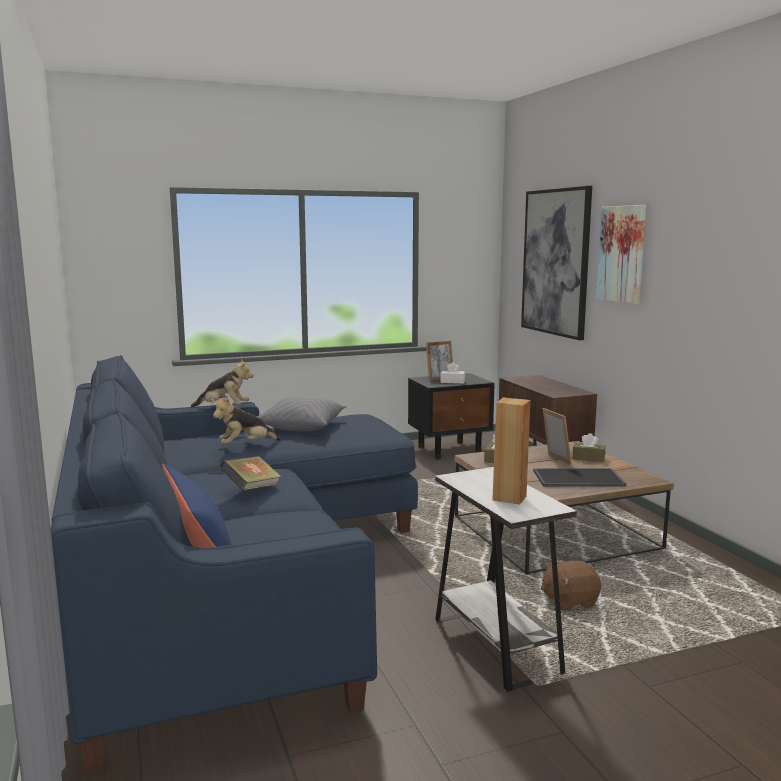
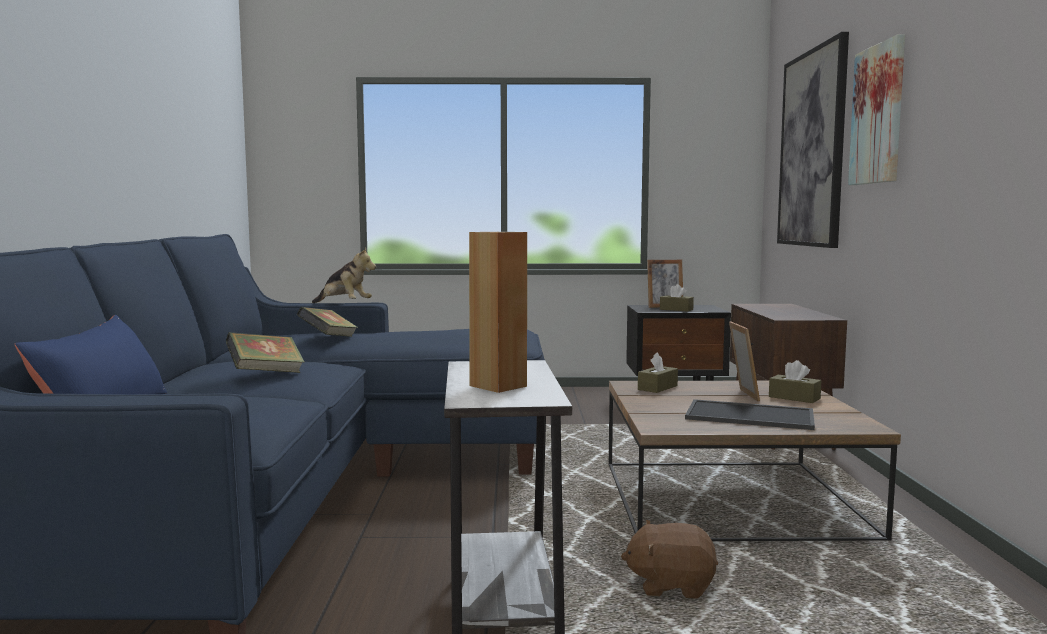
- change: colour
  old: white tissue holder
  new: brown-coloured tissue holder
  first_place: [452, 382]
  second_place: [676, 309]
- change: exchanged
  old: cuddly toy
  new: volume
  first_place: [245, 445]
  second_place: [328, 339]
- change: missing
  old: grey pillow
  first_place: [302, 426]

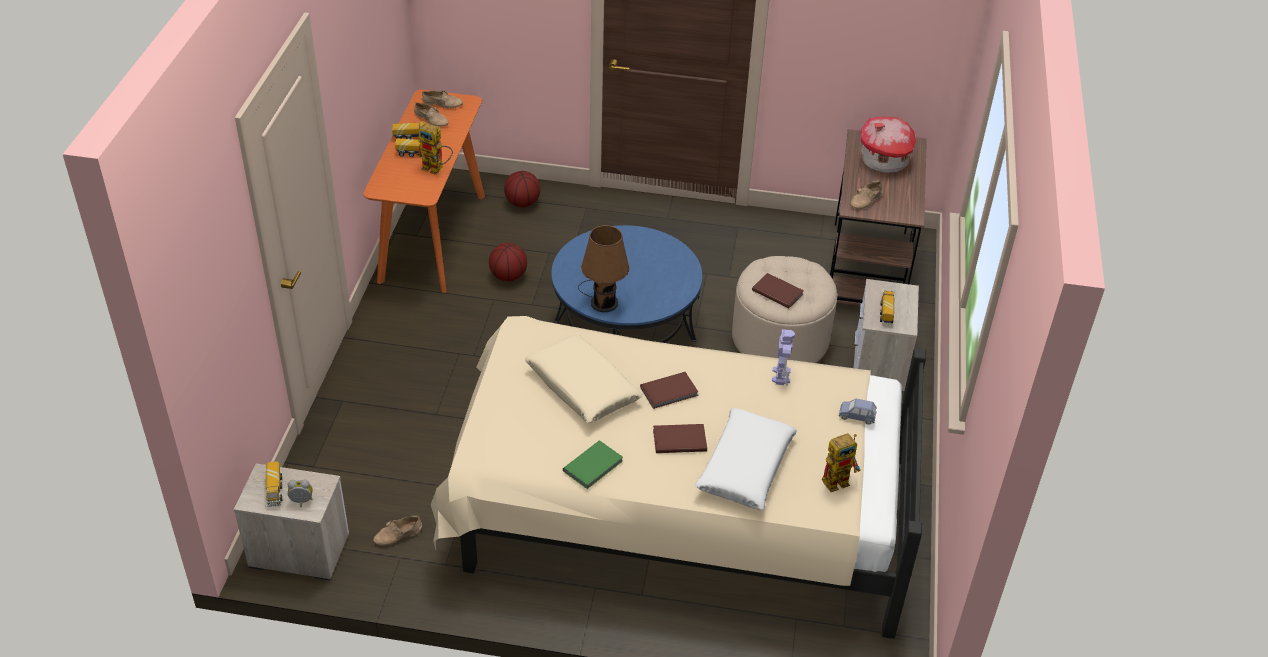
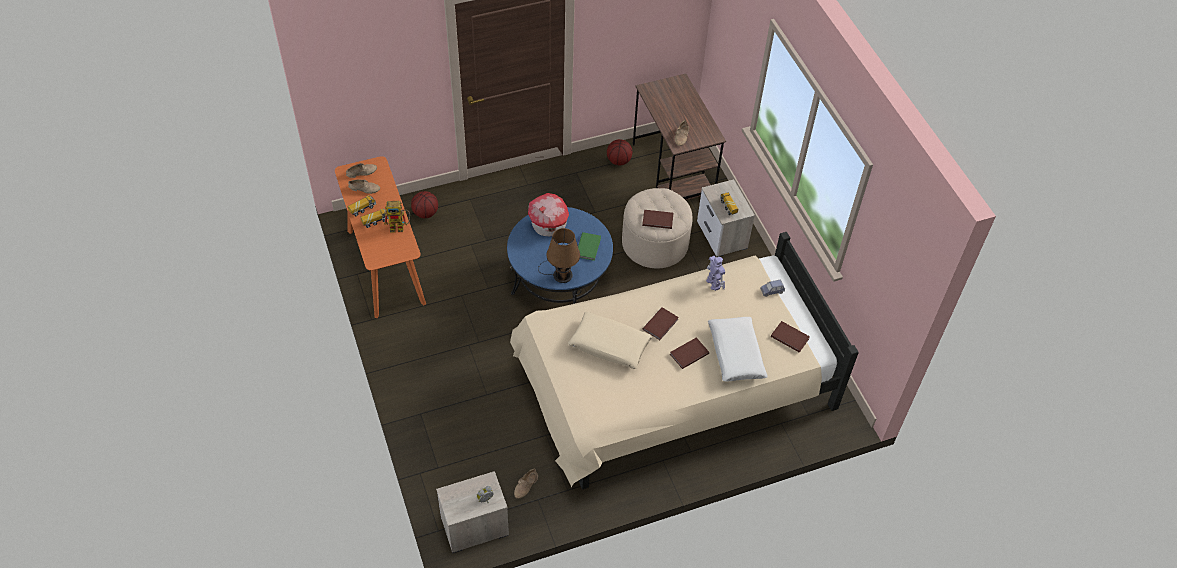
- change: relocated
  old: toy house
  first_place: [884, 162]
  second_place: [549, 225]
- change: relocated
  old: basketball ball
  first_place: [508, 276]
  second_place: [618, 161]
- change: exchanged
  old: toy robot
  new: brown-coloured volume
  first_place: [839, 480]
  second_place: [789, 337]
- change: relocated
  old: green volume
  first_place: [594, 466]
  second_place: [589, 247]
- change: missing
  old: toy truck
  first_place: [274, 491]

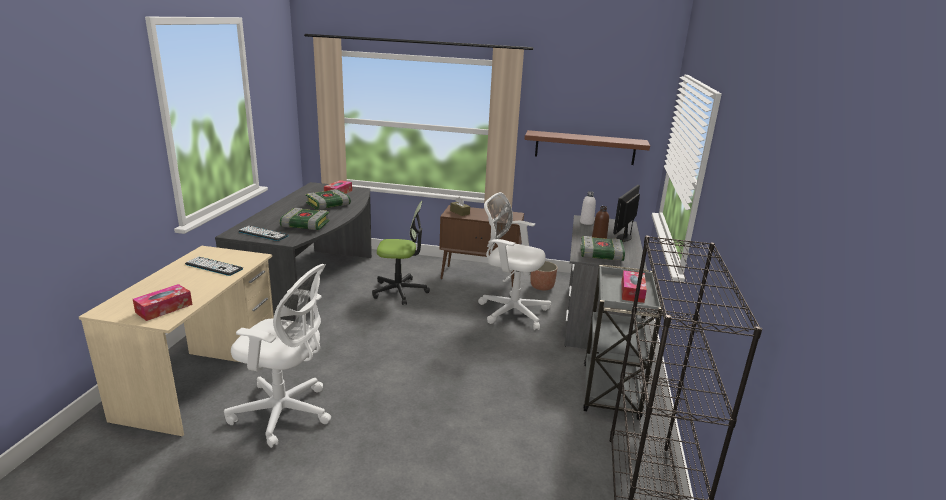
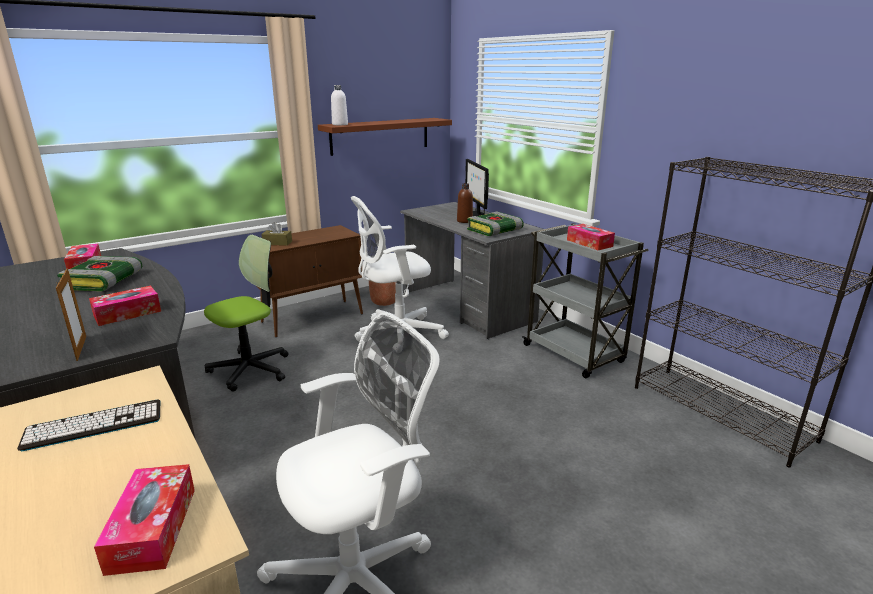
- change: relocated
  old: white bottle
  first_place: [586, 222]
  second_place: [340, 124]
- change: exchanged
  old: volume
  new: tissue holder
  first_place: [304, 225]
  second_place: [127, 313]
- change: exchanged
  old: computer keyboard
  new: standing frame
  first_place: [263, 234]
  second_place: [81, 348]

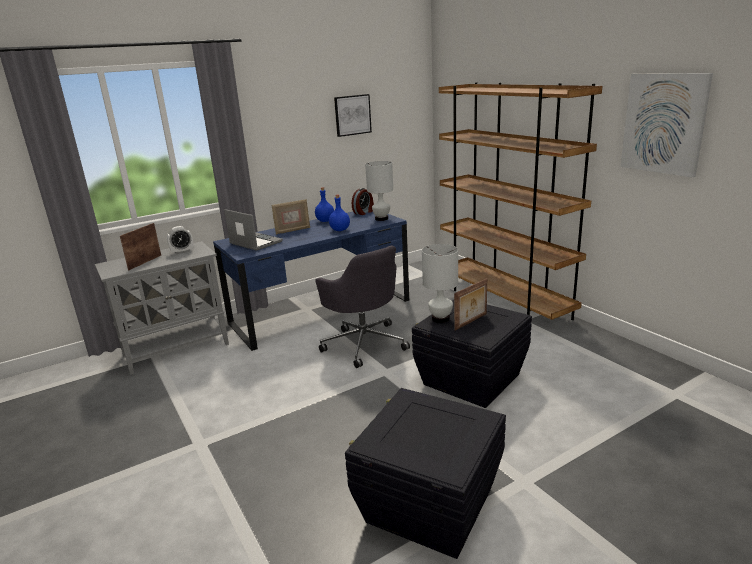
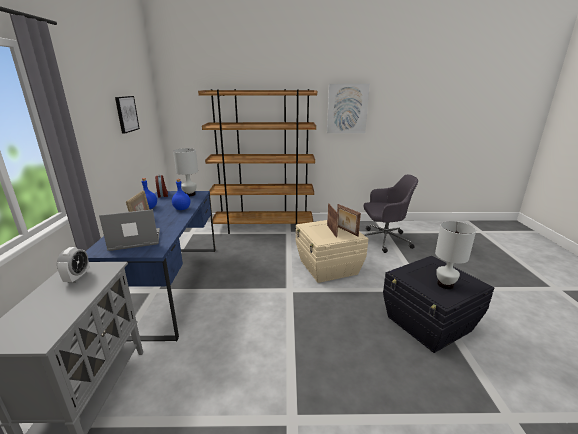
- change: relocated
  old: standing frame
  first_place: [144, 262]
  second_place: [346, 231]
- change: relocated
  old: white table lamp
  first_place: [441, 319]
  second_place: [445, 284]
- change: relocated
  old: grey computer chair
  first_place: [364, 343]
  second_place: [384, 240]
- change: colour
  old: blackish storage bin
  new: beige-coloured storage bin
  first_place: [470, 379]
  second_place: [328, 267]

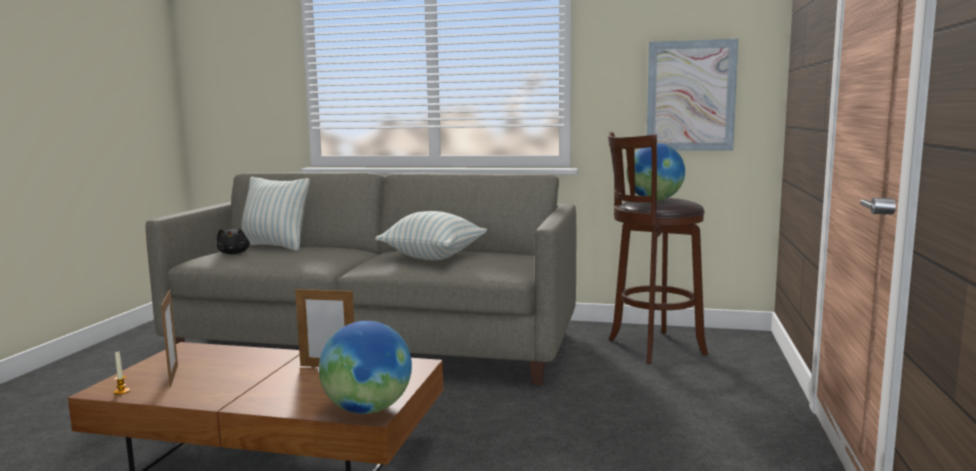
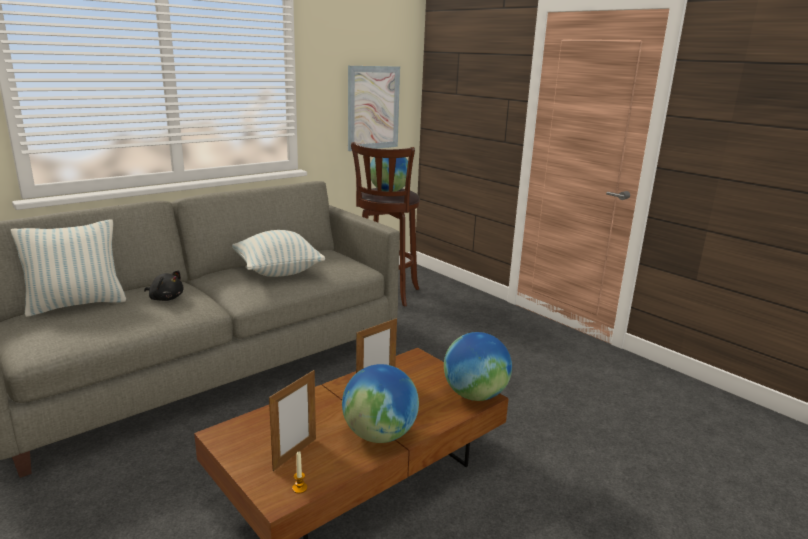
- change: relocated
  old: blackish cuddly toy
  first_place: [234, 253]
  second_place: [165, 298]
- change: spun
  old: standing frame
  first_place: [173, 375]
  second_place: [295, 454]
  degrees: 105
- change: appeared
  new: world globe
  second_place: [380, 435]

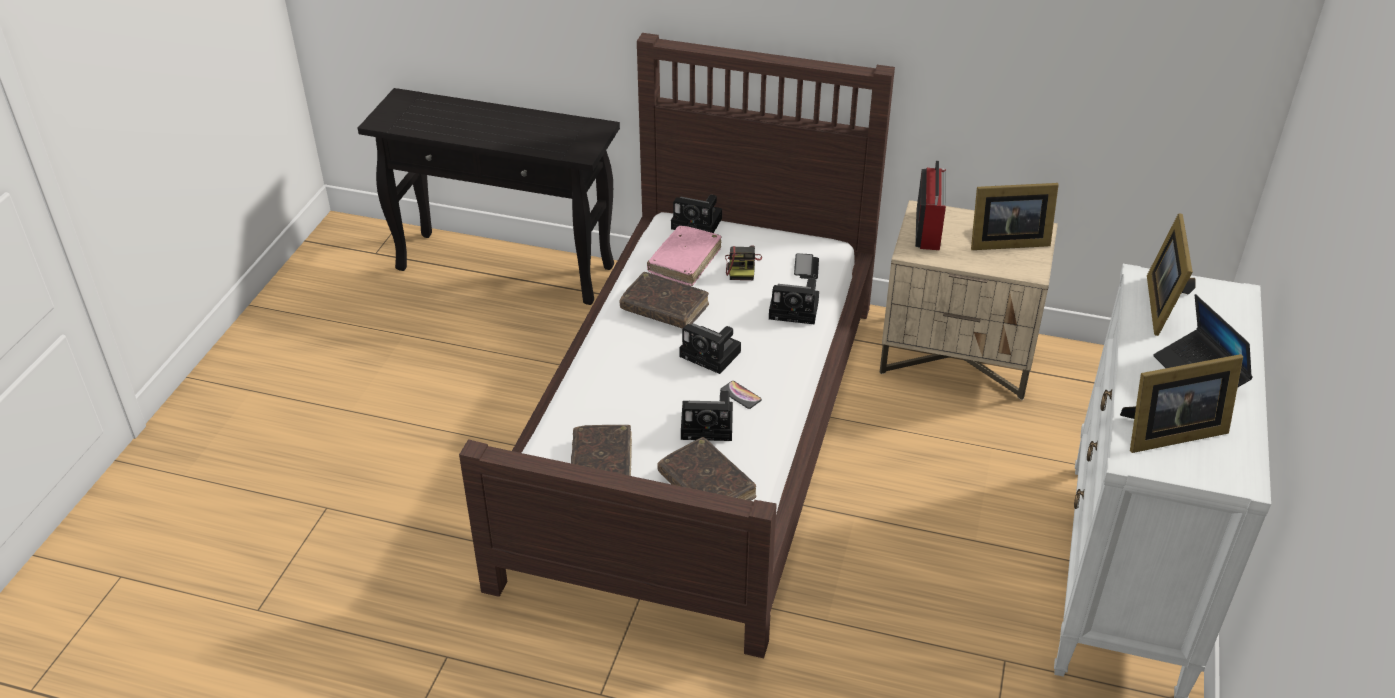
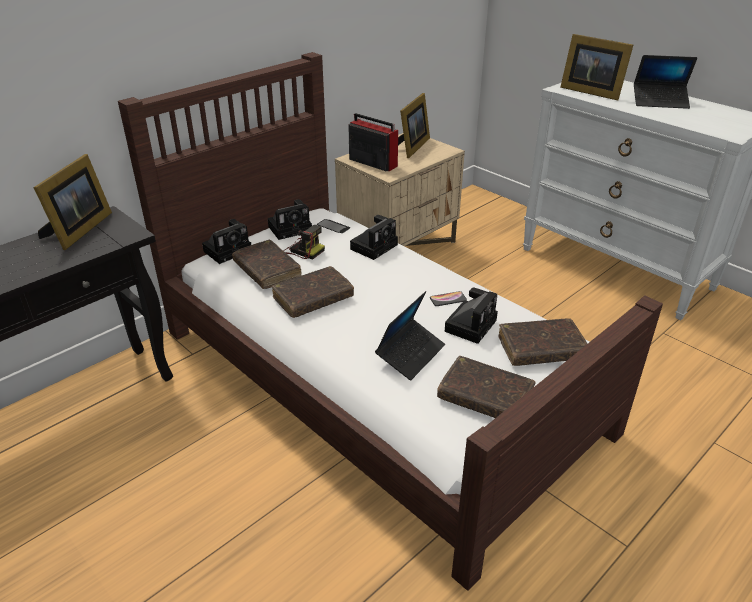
- change: colour
  old: pink-coloured volume
  new: brown-coloured volume
  first_place: [684, 262]
  second_place: [267, 271]
- change: relocated
  old: photo camera
  first_place: [712, 355]
  second_place: [291, 228]
- change: relocated
  old: standing frame
  first_place: [1168, 433]
  second_place: [78, 230]
- change: appeared
  new: portable computer
  second_place: [410, 354]

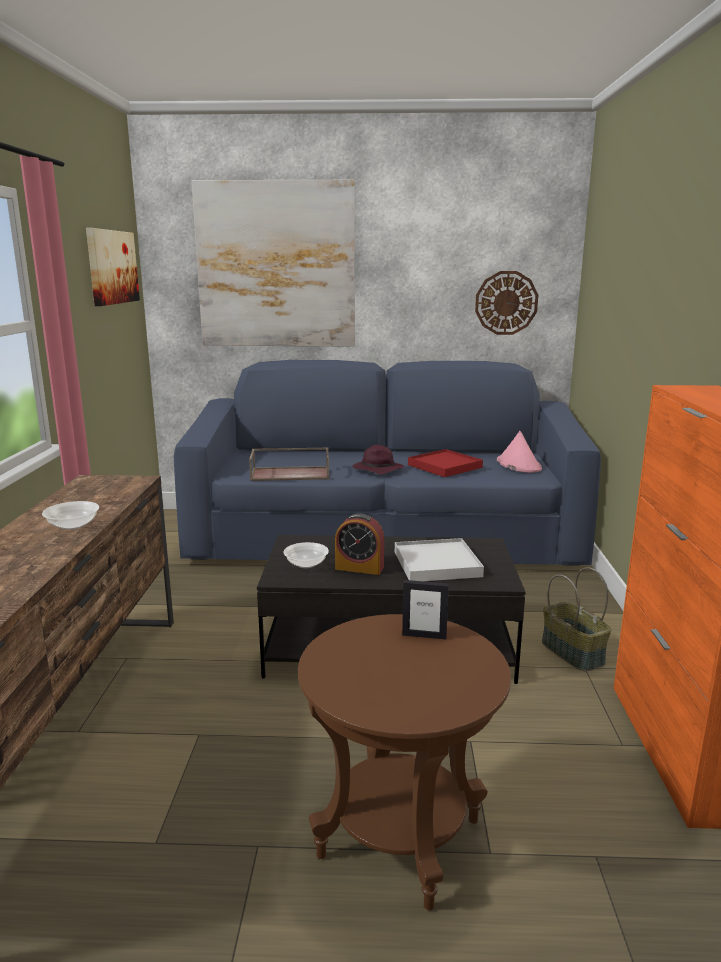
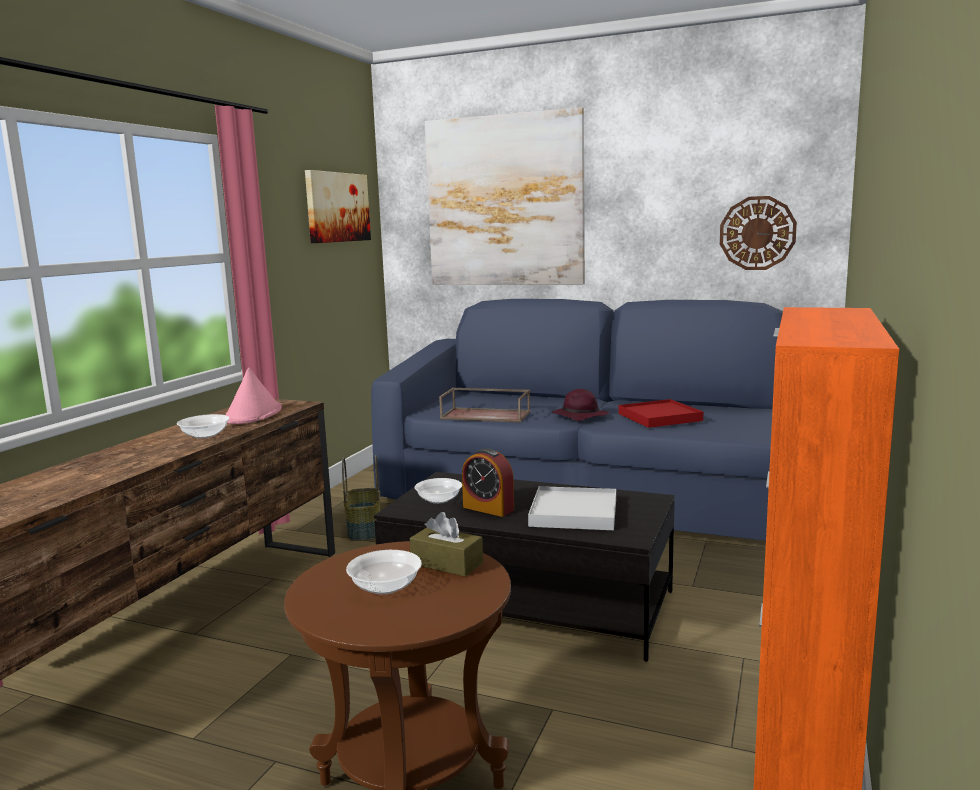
- change: relocated
  old: pink-coloured wearable hat
  first_place: [518, 465]
  second_place: [253, 414]
- change: relocated
  old: basket
  first_place: [573, 653]
  second_place: [365, 530]
- change: exchanged
  old: standing frame
  new: brown-coloured tissue holder
  first_place: [424, 635]
  second_place: [447, 563]
- change: appeared
  new: serving bowl
  second_place: [385, 586]

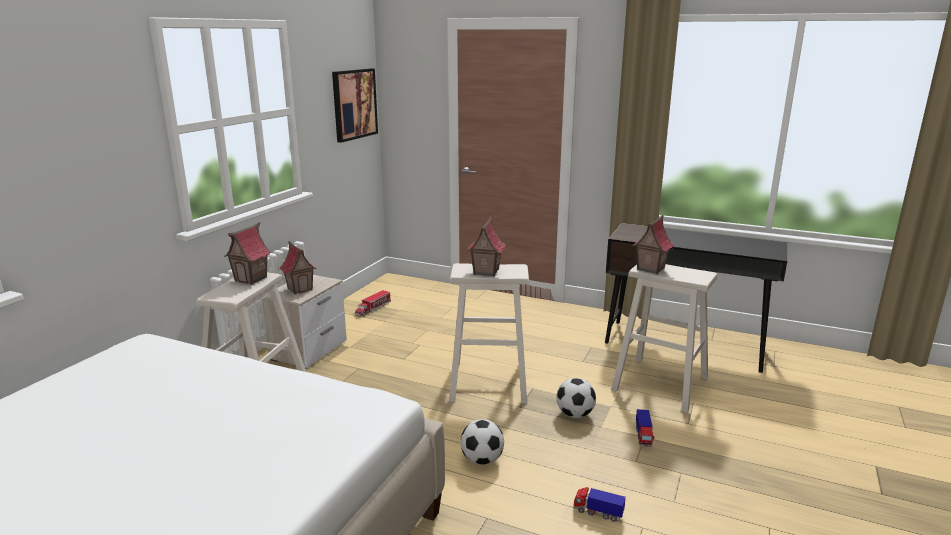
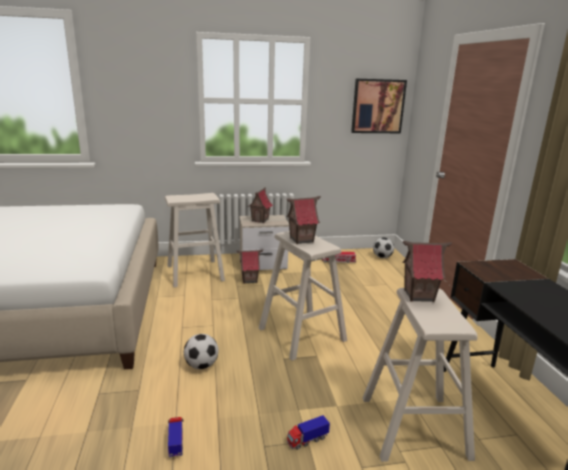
- change: relocated
  old: toy house
  first_place: [251, 279]
  second_place: [249, 280]
- change: relocated
  old: football ball
  first_place: [575, 414]
  second_place: [382, 257]

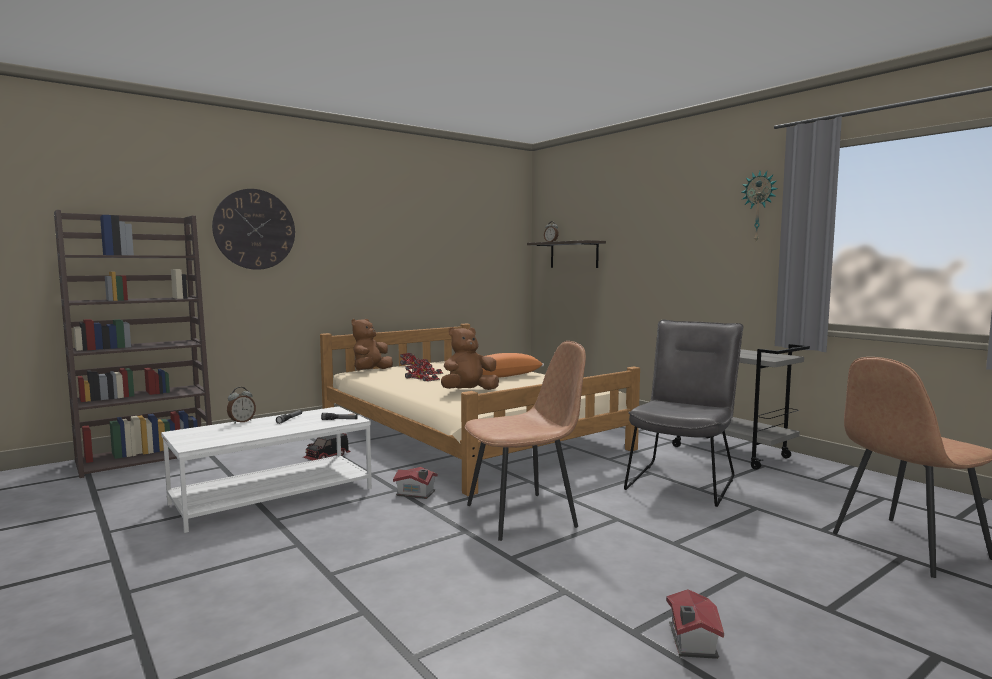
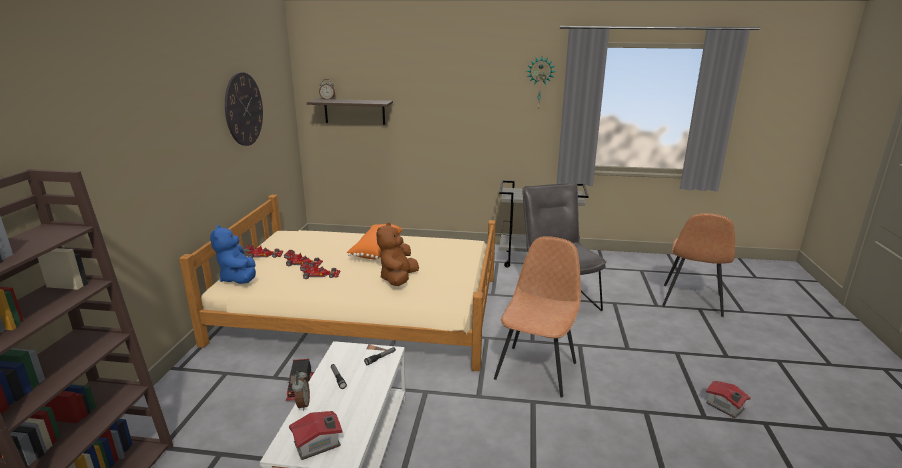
- change: relocated
  old: wall clock
  first_place: [254, 229]
  second_place: [243, 109]
- change: colour
  old: brown-coloured cuddly toy
  new: bluish cuddly toy
  first_place: [371, 371]
  second_place: [239, 279]
- change: relocated
  old: toy house
  first_place: [416, 494]
  second_place: [318, 445]

